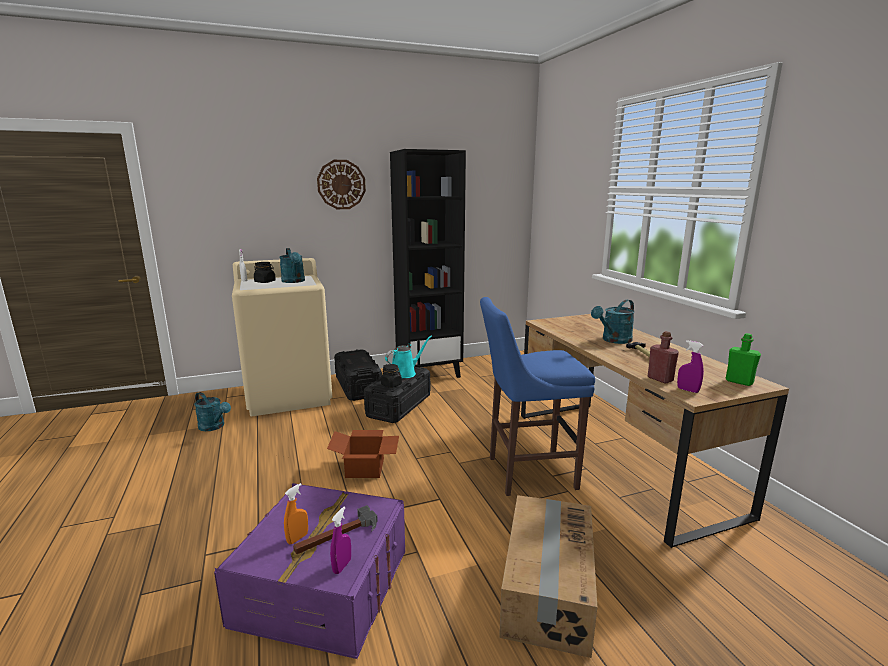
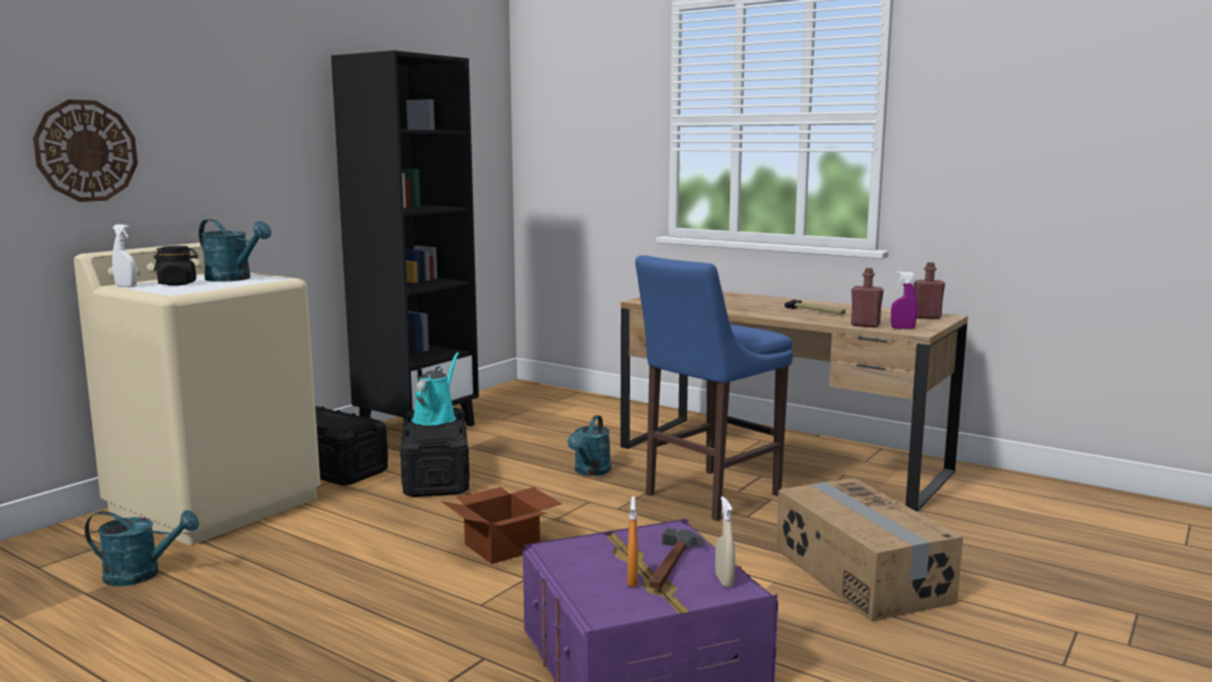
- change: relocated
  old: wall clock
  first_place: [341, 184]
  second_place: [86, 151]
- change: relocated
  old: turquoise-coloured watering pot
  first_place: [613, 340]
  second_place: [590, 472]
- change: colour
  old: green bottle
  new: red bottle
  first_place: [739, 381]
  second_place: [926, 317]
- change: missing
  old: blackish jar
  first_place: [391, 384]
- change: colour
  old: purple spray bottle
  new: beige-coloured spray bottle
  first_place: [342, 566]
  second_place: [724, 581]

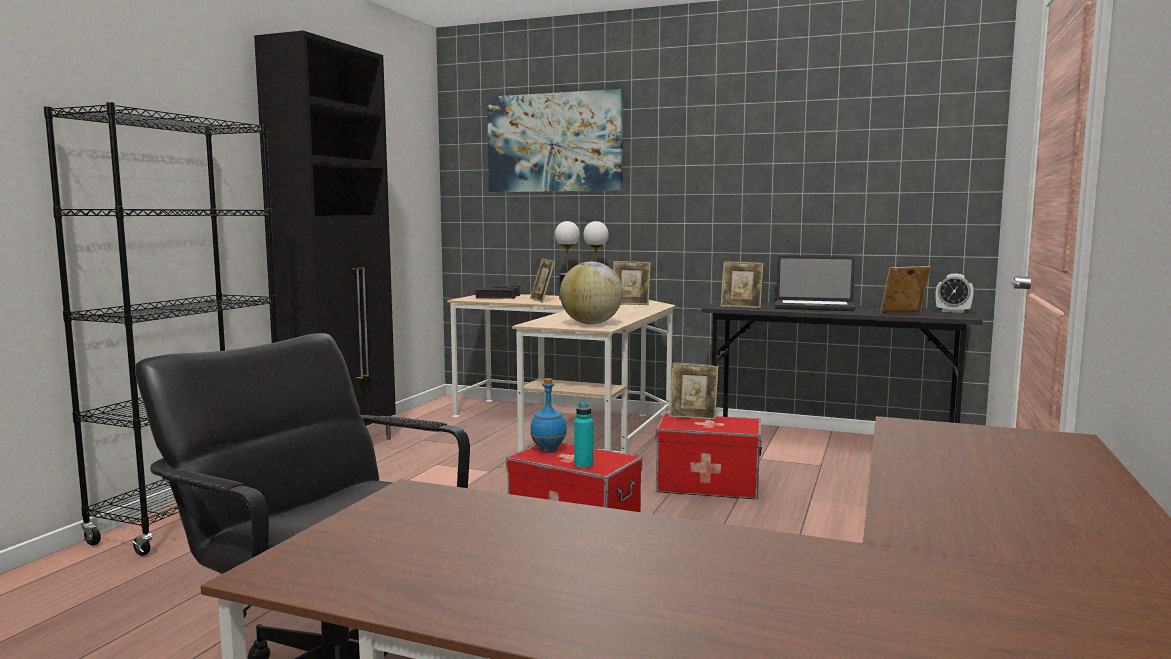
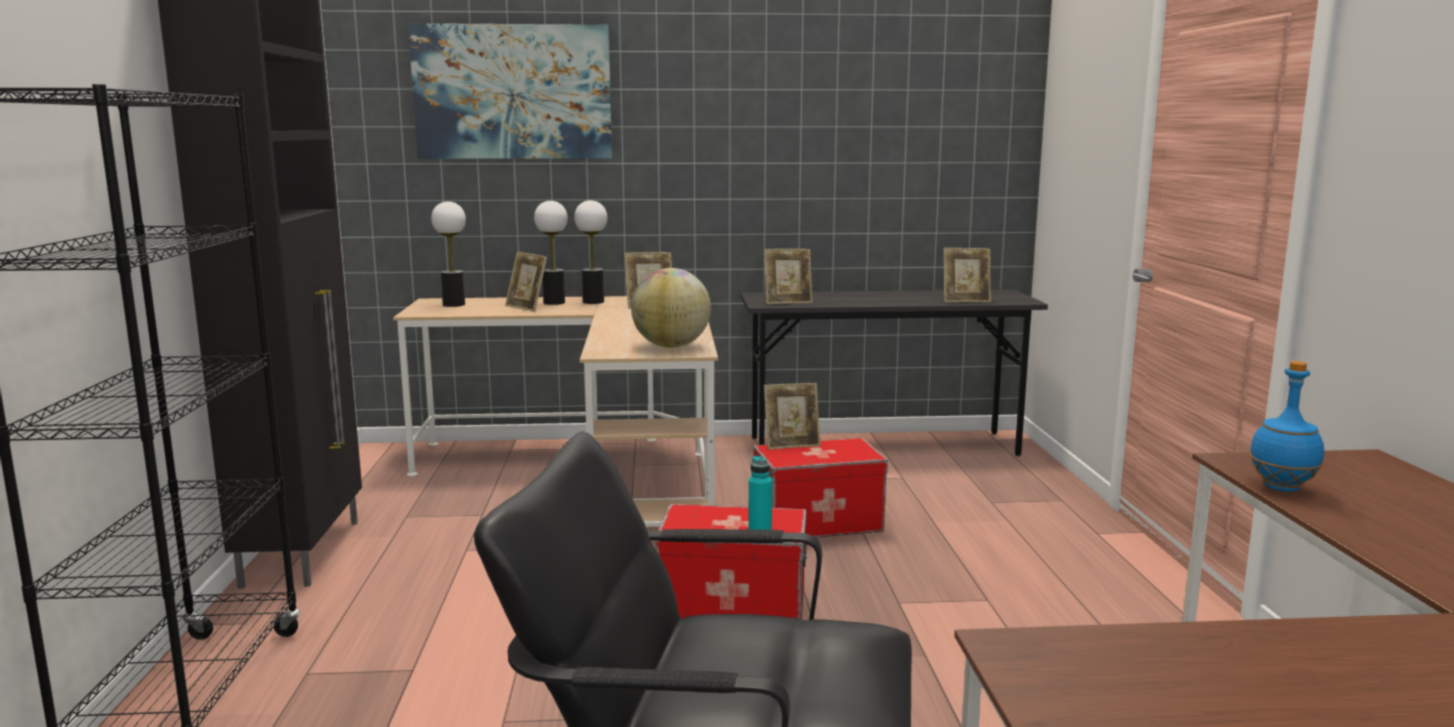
- change: missing
  old: portable computer
  first_place: [814, 307]
- change: spun
  old: standing frame
  first_place: [903, 314]
  second_place: [965, 301]
  degrees: -150
- change: missing
  old: table clock
  first_place: [953, 311]
- change: exchanged
  old: volume
  new: table lamp
  first_place: [499, 296]
  second_place: [454, 304]
- change: relocated
  old: bluish bottle
  first_place: [548, 450]
  second_place: [1280, 487]

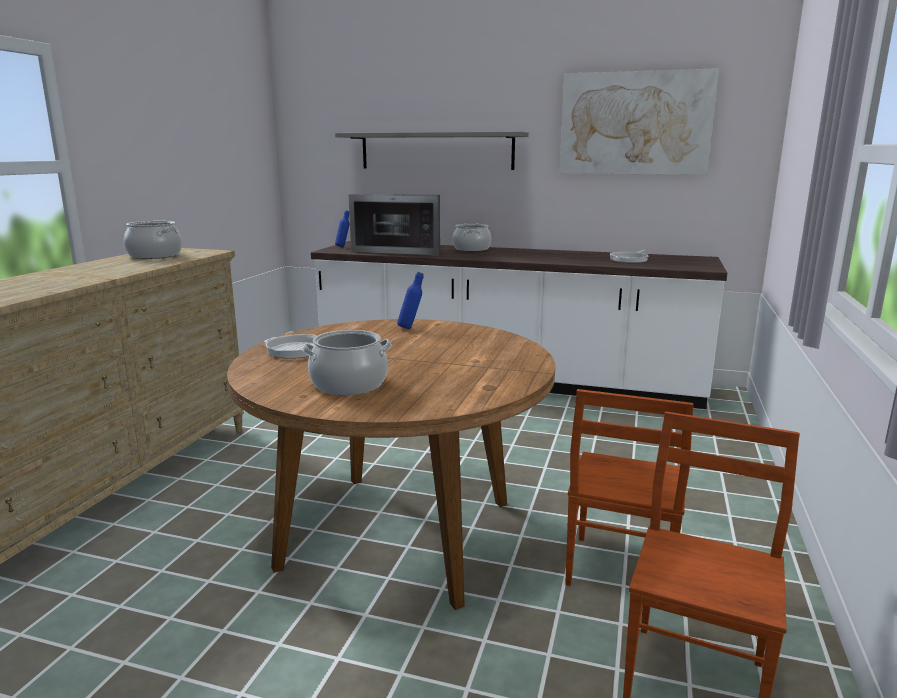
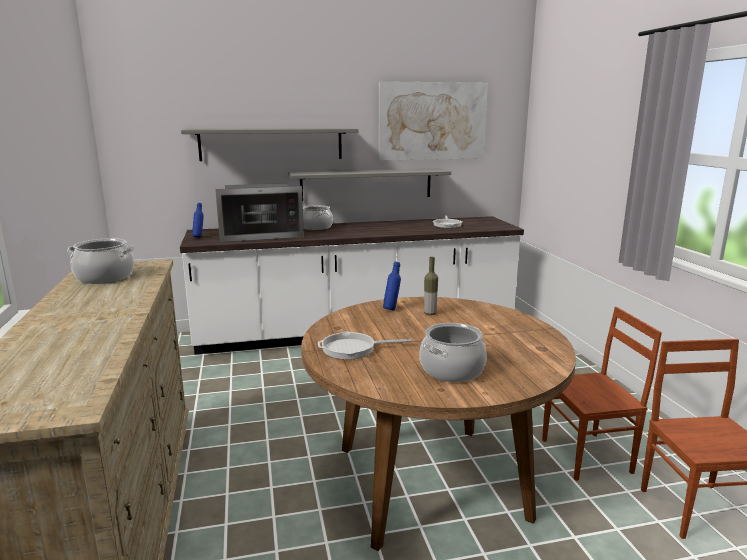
- change: spun
  old: brown-coloured upright chair
  first_place: [618, 571]
  second_place: [588, 456]
  degrees: -90
- change: appeared
  new: grey shelf
  second_place: [366, 184]
- change: appeared
  new: bottle
  second_place: [430, 313]

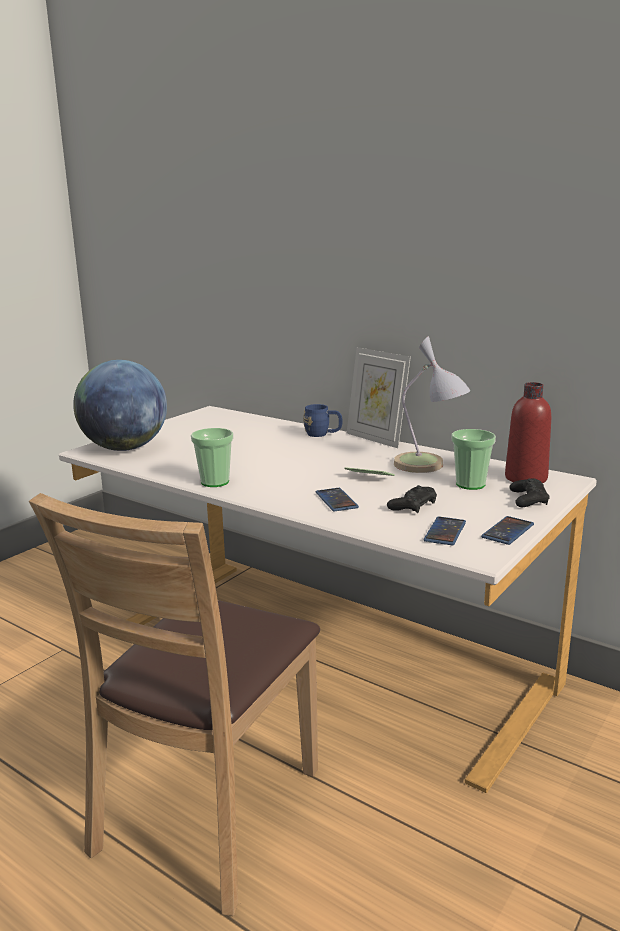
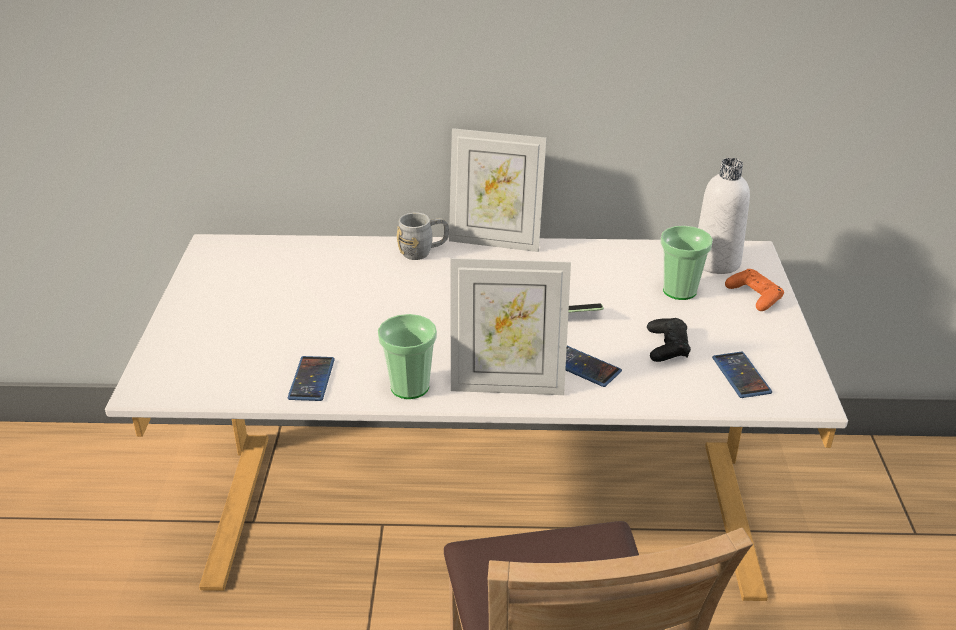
- change: missing
  old: table lamp
  first_place: [429, 466]
- change: missing
  old: world globe
  first_place: [125, 448]
- change: colour
  old: red bottle
  new: white bottle
  first_place: [526, 478]
  second_place: [716, 262]
- change: colour
  old: bluish mug
  new: grey mug
  first_place: [322, 434]
  second_place: [423, 251]
- change: colour
  old: blackish joypad
  new: orange joypad
  first_place: [528, 499]
  second_place: [754, 296]
- change: relocated
  old: phone
  first_place: [507, 531]
  second_place: [311, 379]
- change: appeared
  new: standing frame
  second_place: [507, 385]

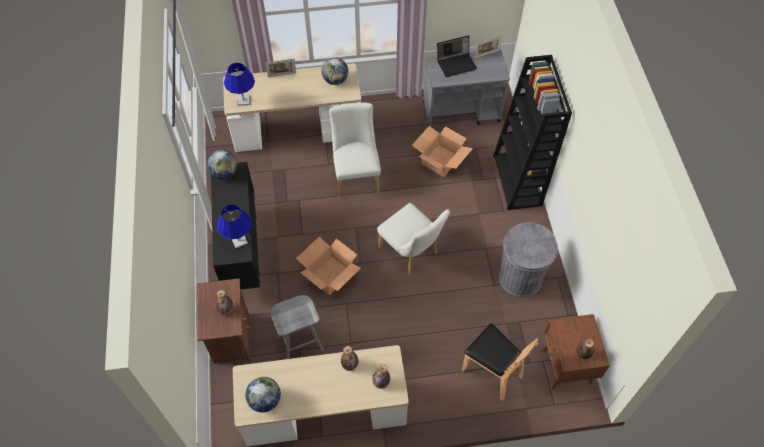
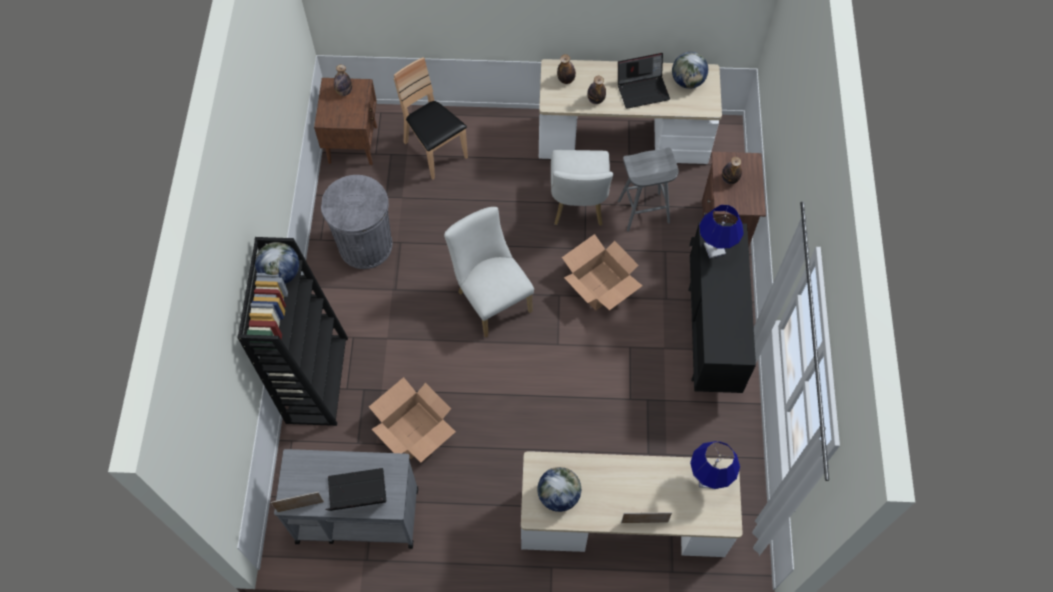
- change: relocated
  old: white upright chair
  first_place: [356, 174]
  second_place: [578, 206]
- change: relocated
  old: world globe
  first_place: [224, 173]
  second_place: [281, 274]
- change: appeared
  new: portable computer
  second_place: [643, 89]

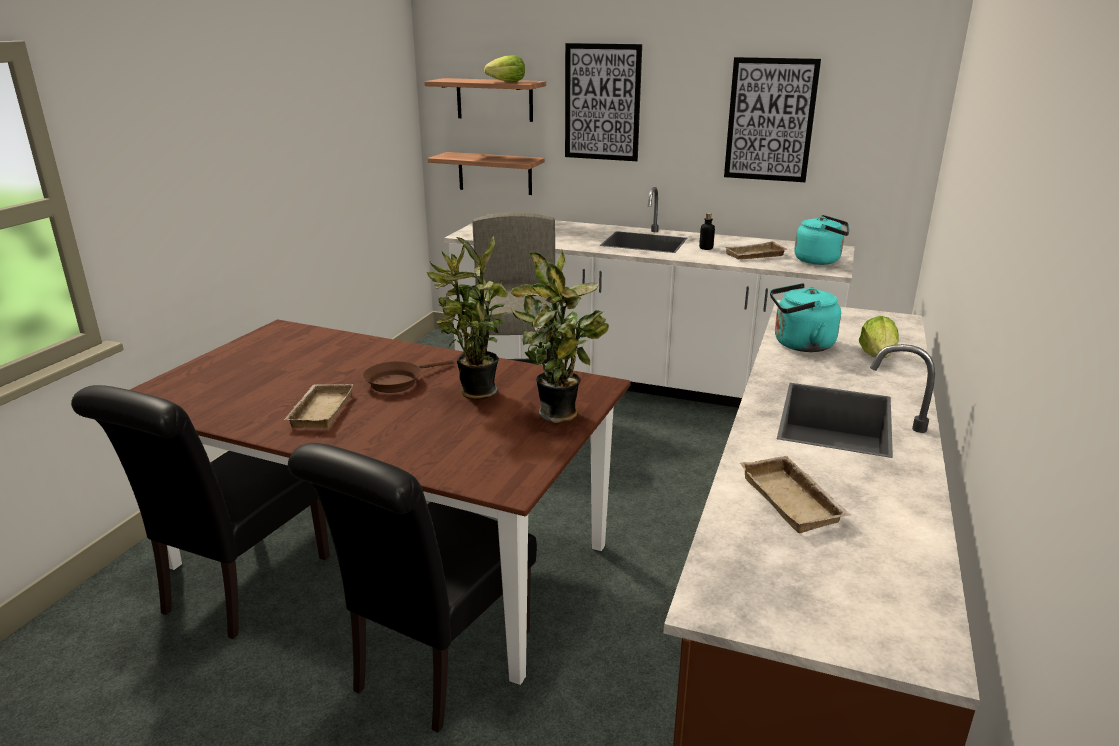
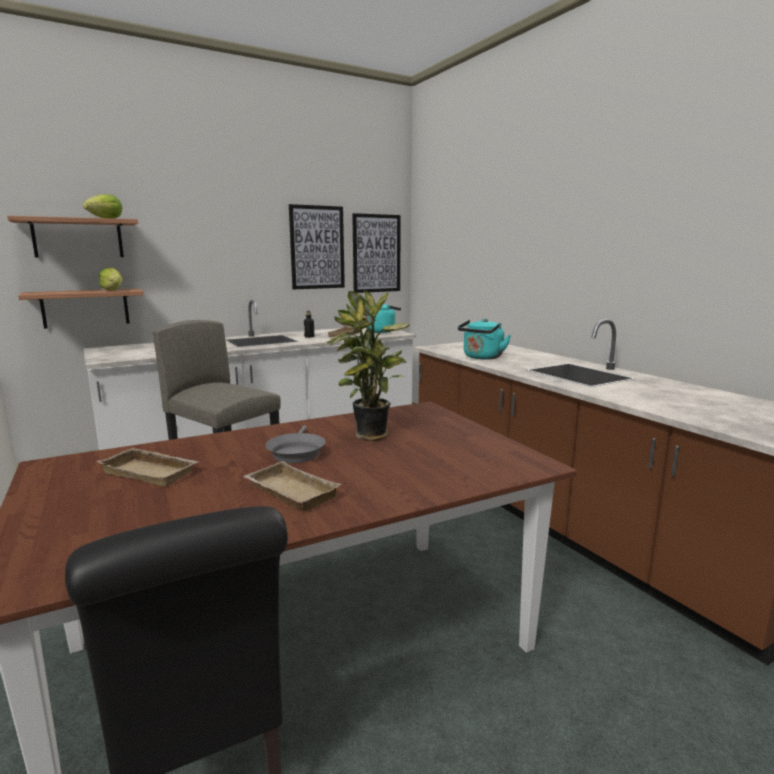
- change: relocated
  old: picture
  first_place: [602, 102]
  second_place: [376, 253]
- change: missing
  old: potted plant
  first_place: [560, 416]
- change: relocated
  old: lettuce head
  first_place: [877, 356]
  second_place: [113, 290]
- change: colour
  old: brown-coloured pan
  new: grey pan
  first_place: [398, 382]
  second_place: [296, 452]
- change: missing
  old: blackish upright chair
  first_place: [435, 666]
- change: relocated
  old: beige-coloured tray
  first_place: [794, 500]
  second_place: [152, 472]

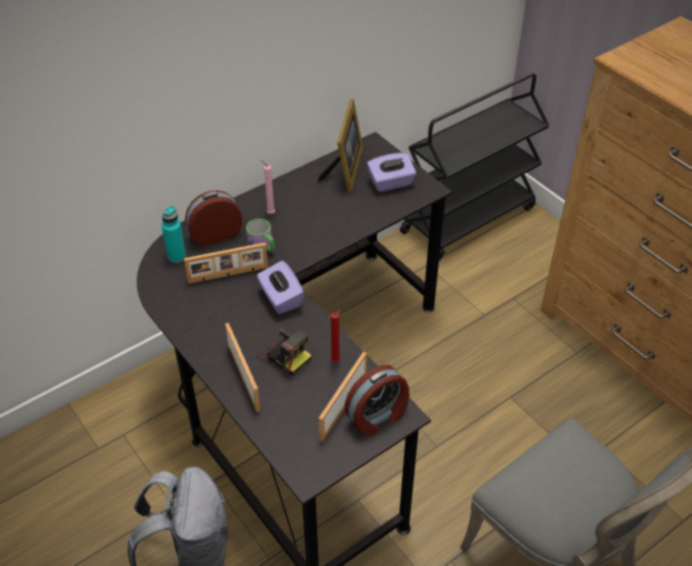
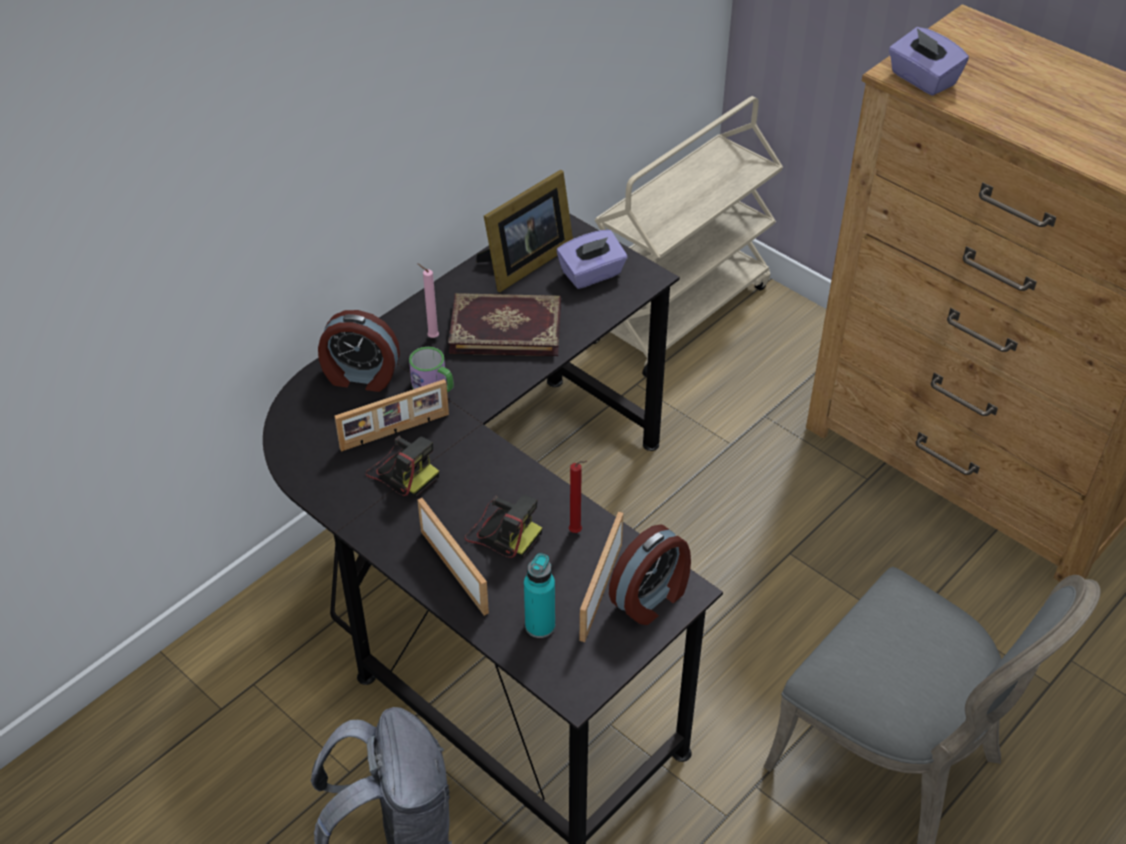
- change: colour
  old: blackish trolley
  new: beige-coloured trolley
  first_place: [468, 219]
  second_place: [680, 312]
- change: spun
  old: standing frame
  first_place: [345, 170]
  second_place: [524, 263]
  degrees: 45
- change: spun
  old: table clock
  first_place: [215, 234]
  second_place: [361, 376]
  degrees: -135
- change: relocated
  old: turquoise-coloured bottle
  first_place: [177, 256]
  second_place: [540, 626]
- change: relocated
  old: purple tissue holder
  first_place: [280, 298]
  second_place: [922, 79]
- change: appeared
  new: volume
  second_place: [506, 327]
- change: appeared
  new: photo camera
  second_place: [402, 472]

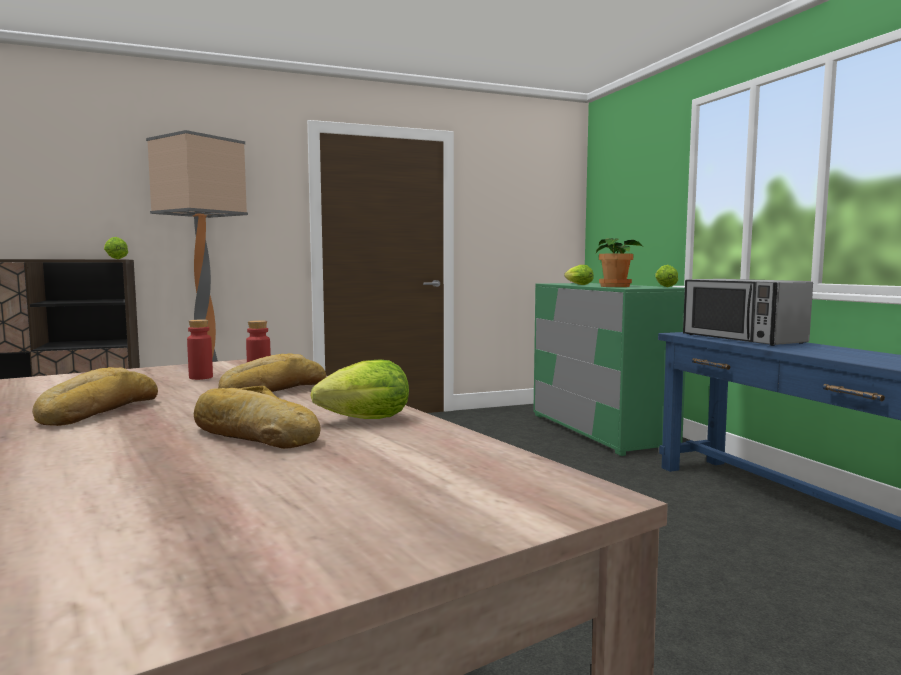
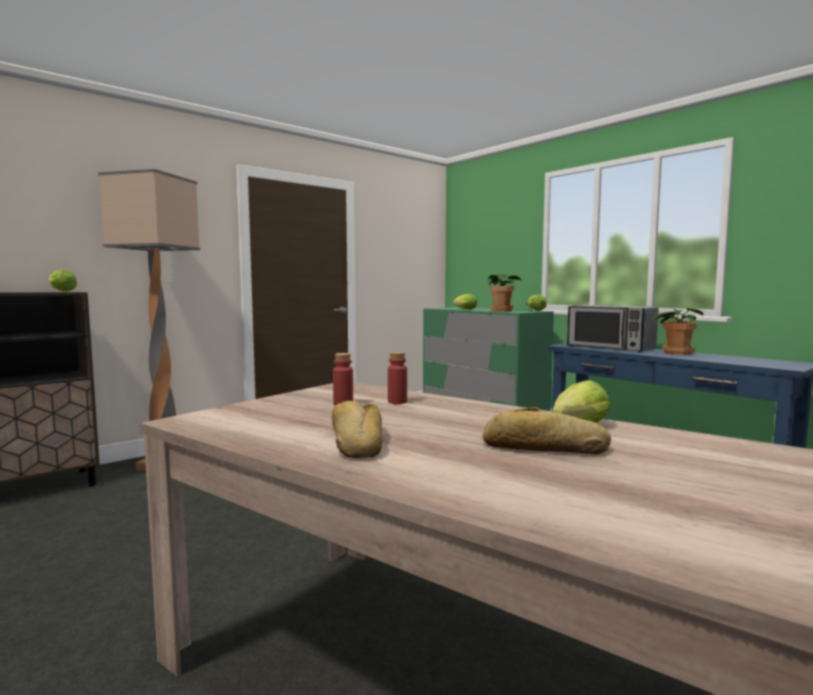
- change: missing
  old: bakery bread
  first_place: [272, 390]
- change: appeared
  new: potted plant
  second_place: [676, 353]

